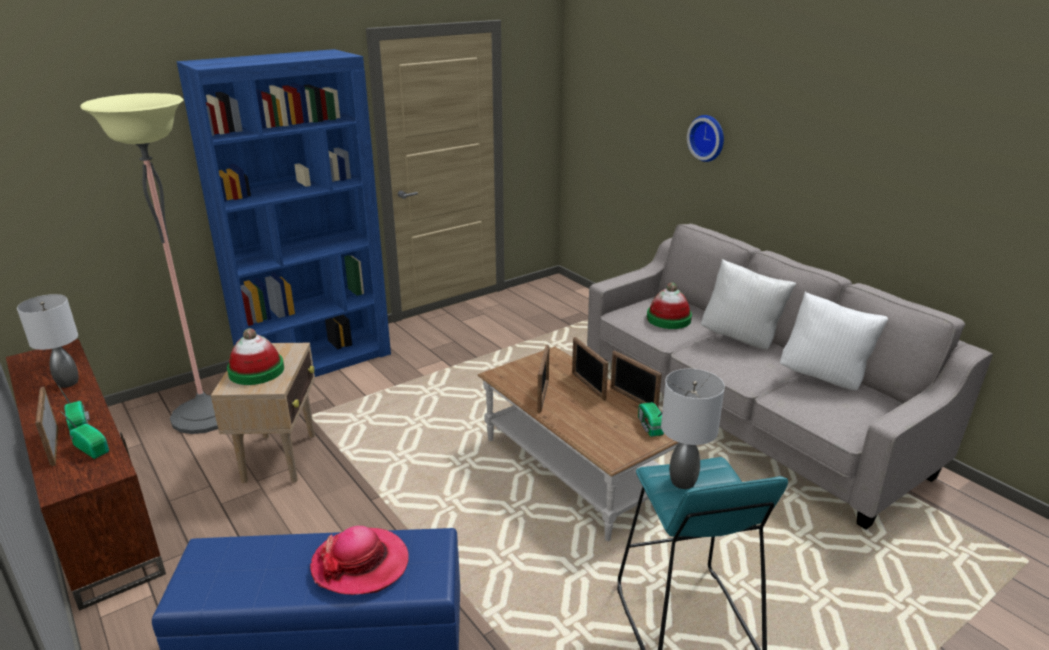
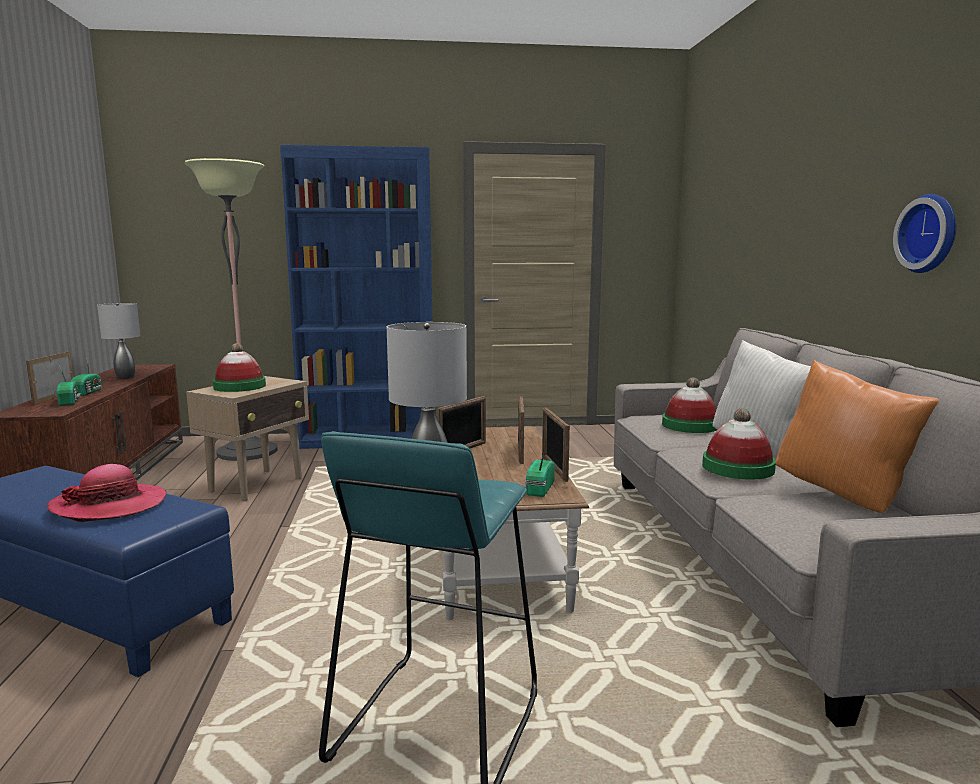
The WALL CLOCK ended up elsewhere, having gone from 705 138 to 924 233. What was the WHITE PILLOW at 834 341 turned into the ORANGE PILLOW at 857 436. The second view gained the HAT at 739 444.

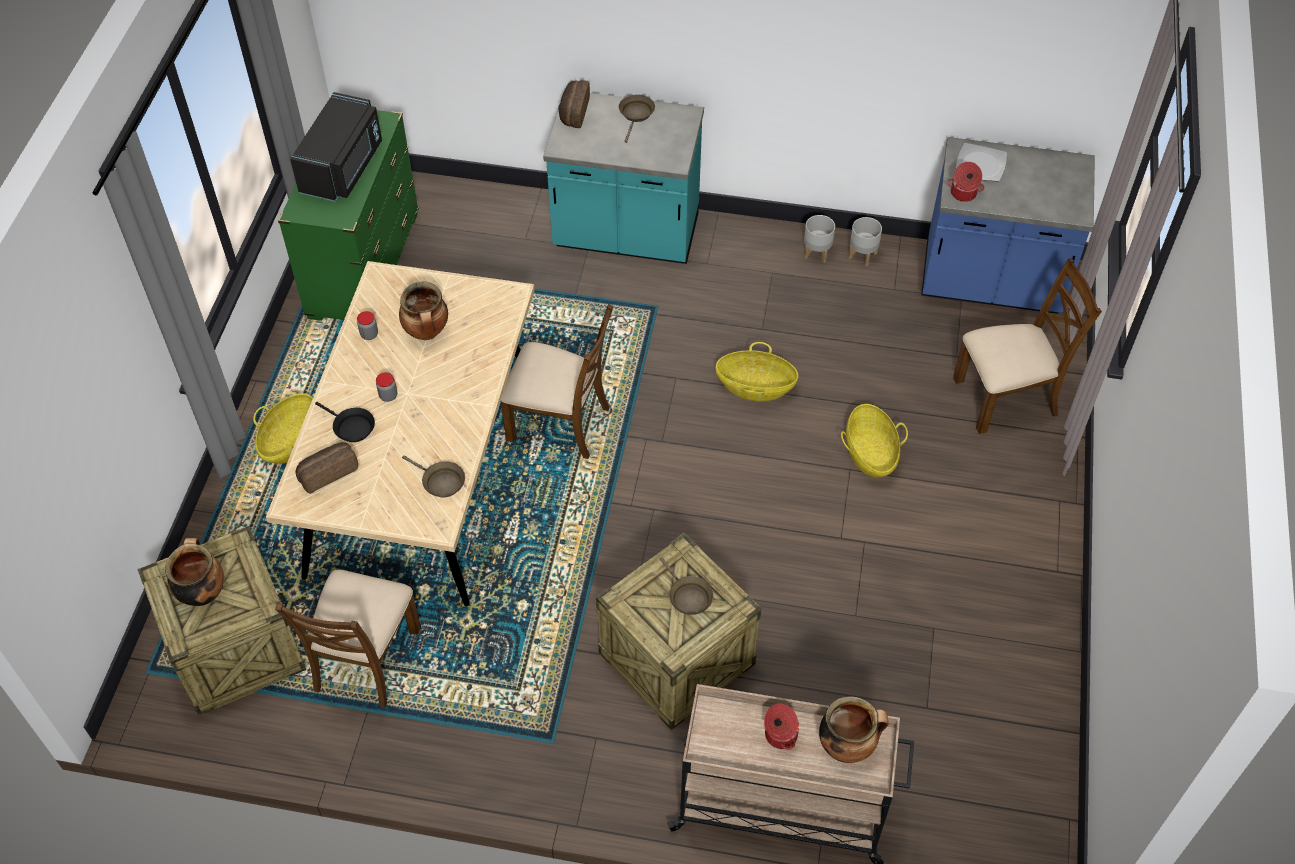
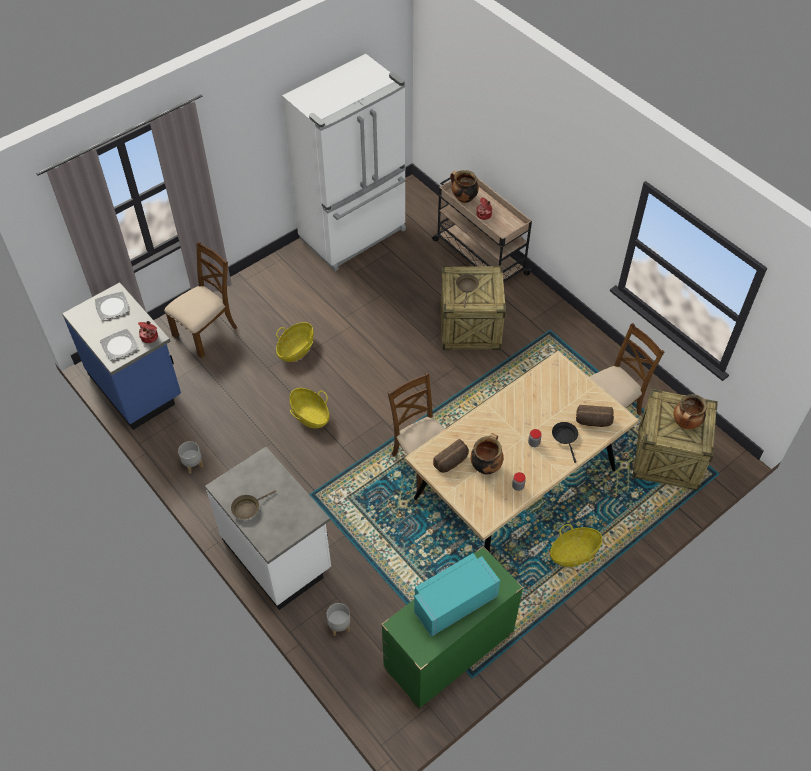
The BREAD ended up elsewhere, having gone from 574 104 to 451 456. What was the TURQUOISE COUNTER at 623 177 turned into the WHITE COUNTER at 268 528. What was the BLACK MICROWAVE at 336 147 turned into the TURQUOISE MICROWAVE at 457 595. The GREY PLANTER ended up elsewhere, having gone from 865 241 to 338 619. The BROWN CHAIR at 1027 346 ended up facing another way, 105 degrees clockwise from before. The second view lost the BROWN FRYING PAN at 433 476. The second view gained the WHITE FRIDGE at 344 162. The second view gained the PLATE at 112 305.

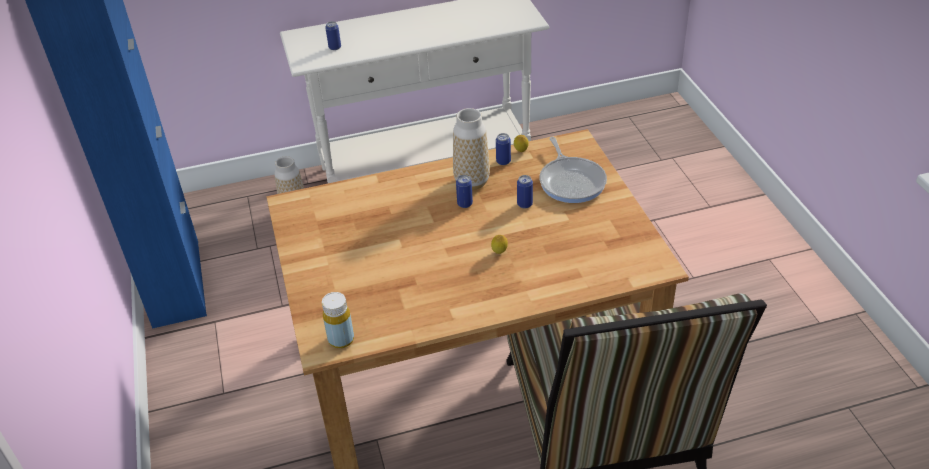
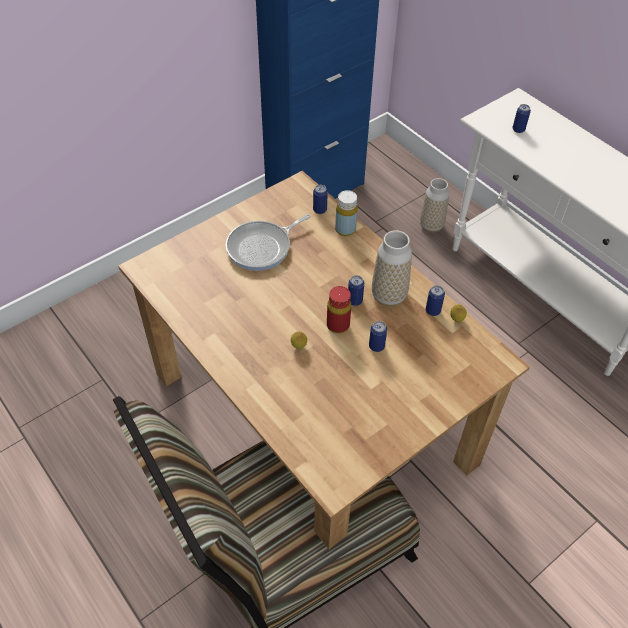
The FRYING PAN ended up elsewhere, having gone from 573 170 to 268 242. The YELLOW BOTTLE ended up elsewhere, having gone from 338 320 to 346 213. The second view gained the CAN at 320 199. The second view gained the RED BOTTLE at 339 310.

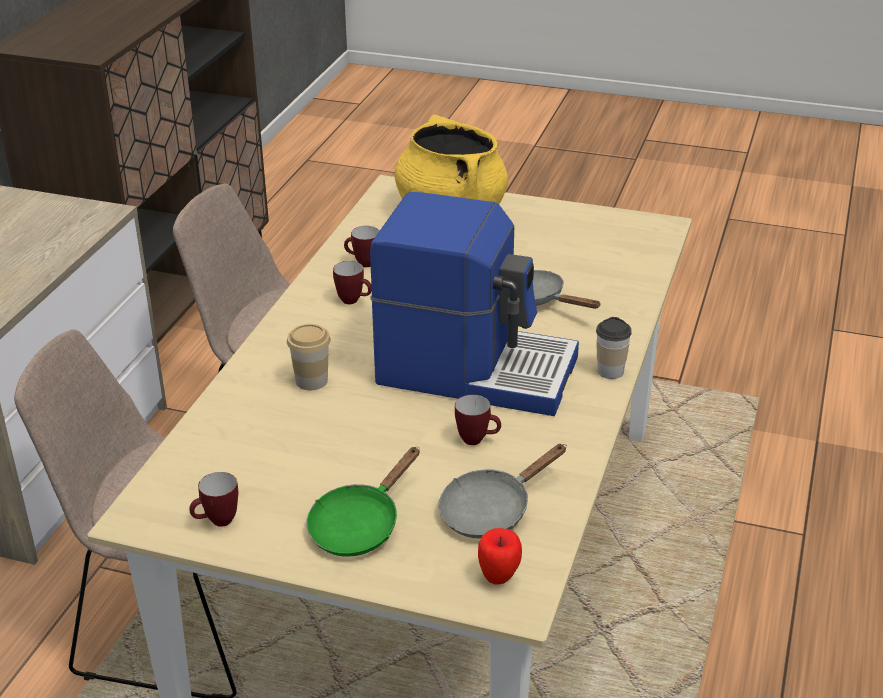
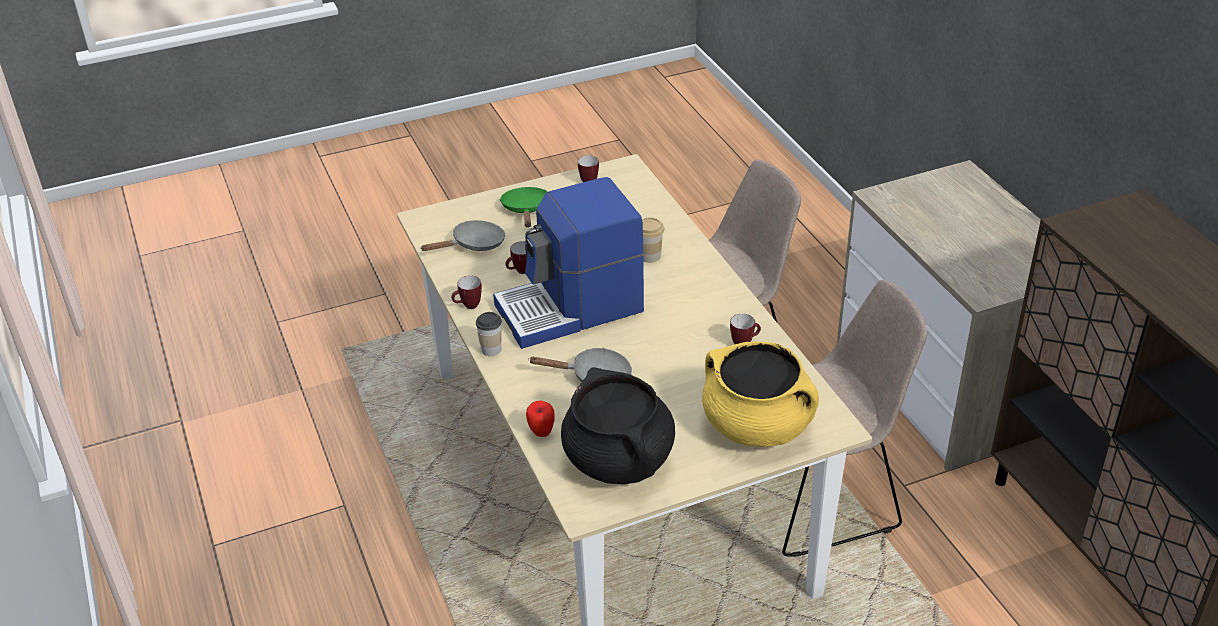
The MUG ended up elsewhere, having gone from 352 282 to 467 292. The GREY FRYING PAN at 503 491 ended up facing another way, 45 degrees clockwise from before. The APPLE ended up elsewhere, having gone from 500 556 to 540 419. The second view gained the BLACK COOKING POT at 618 425.

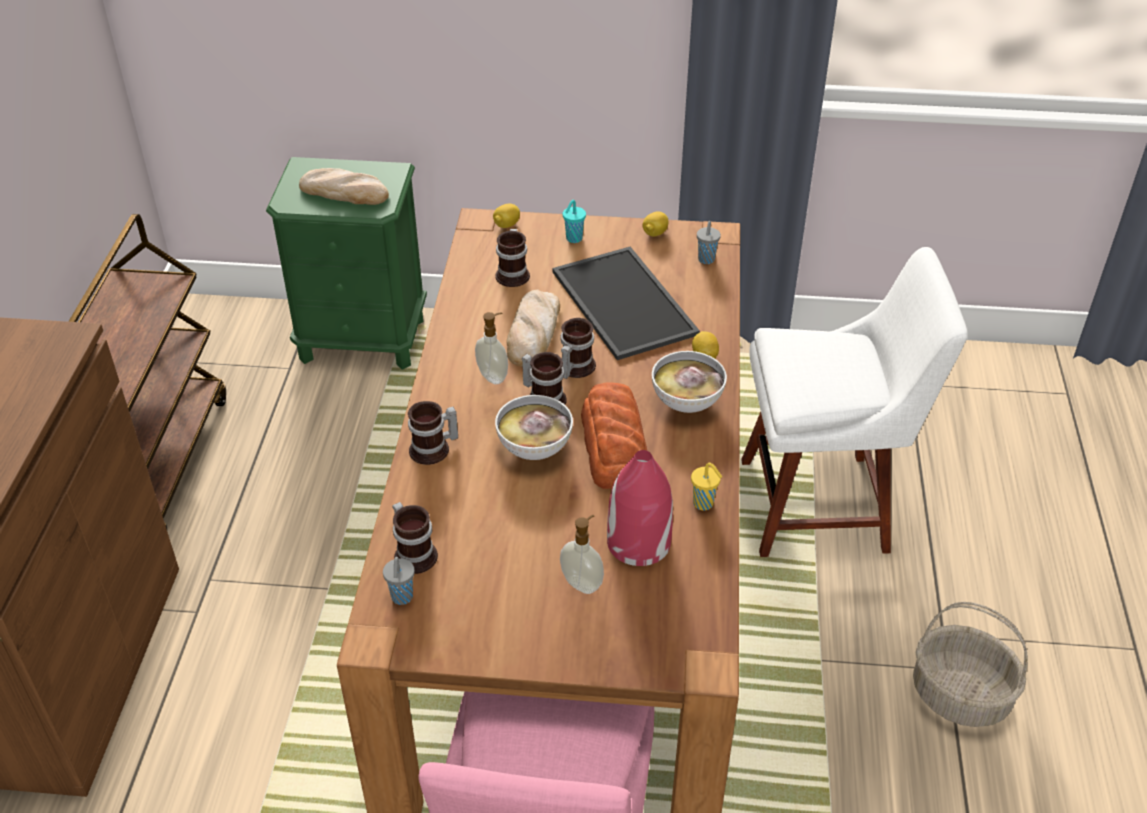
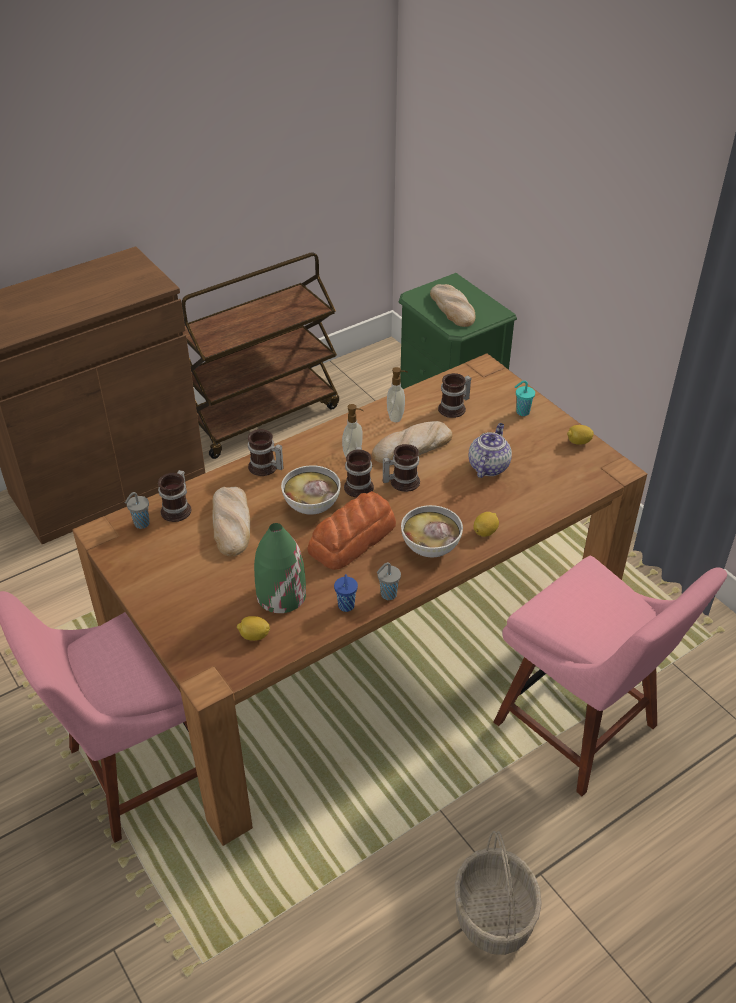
The LEMON ended up elsewhere, having gone from 506 216 to 253 628. The GREY CUP ended up elsewhere, having gone from 709 242 to 389 581. Where the TRAY stood at 626 303, the TEAPOT came to stand at 490 450. What was the WHITE CHAIR at 854 402 turned into the PINK CHAIR at 610 676. What was the RED VASE at 640 508 turned into the GREEN VASE at 280 568. What was the YELLOW CUP at 706 487 turned into the BLUE CUP at 346 593. The SOAP DISPENSER ended up elsewhere, having gone from 582 554 to 397 394. The second view gained the BREAD at 231 521.

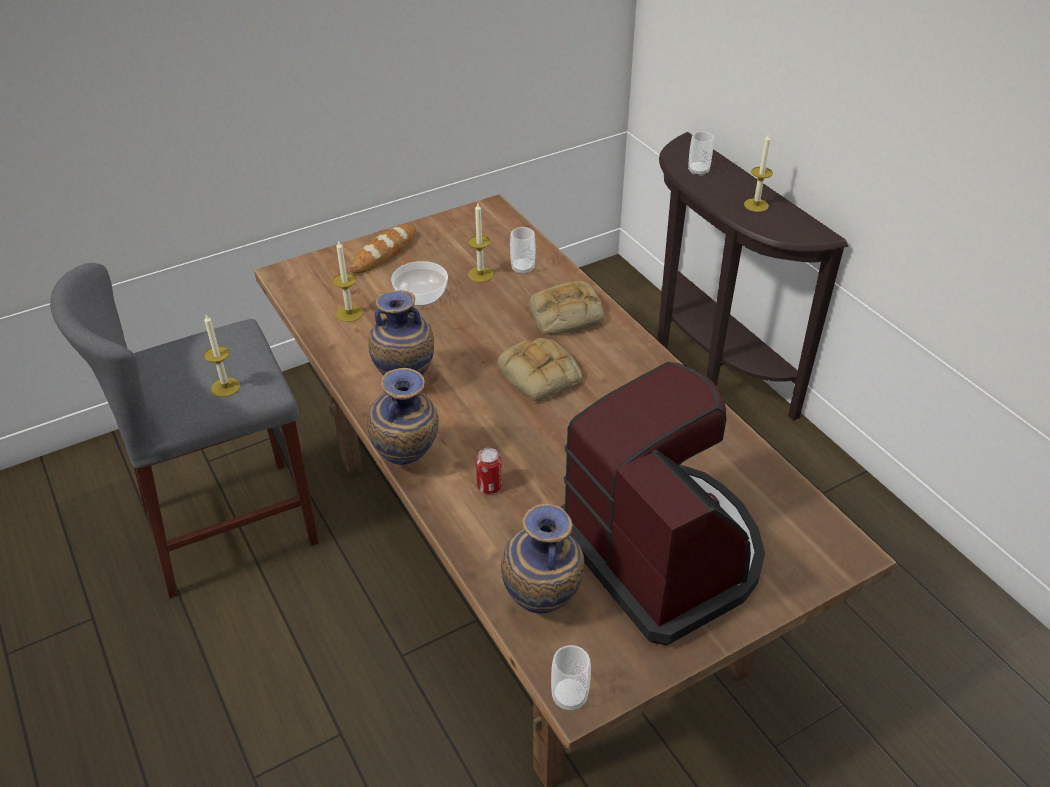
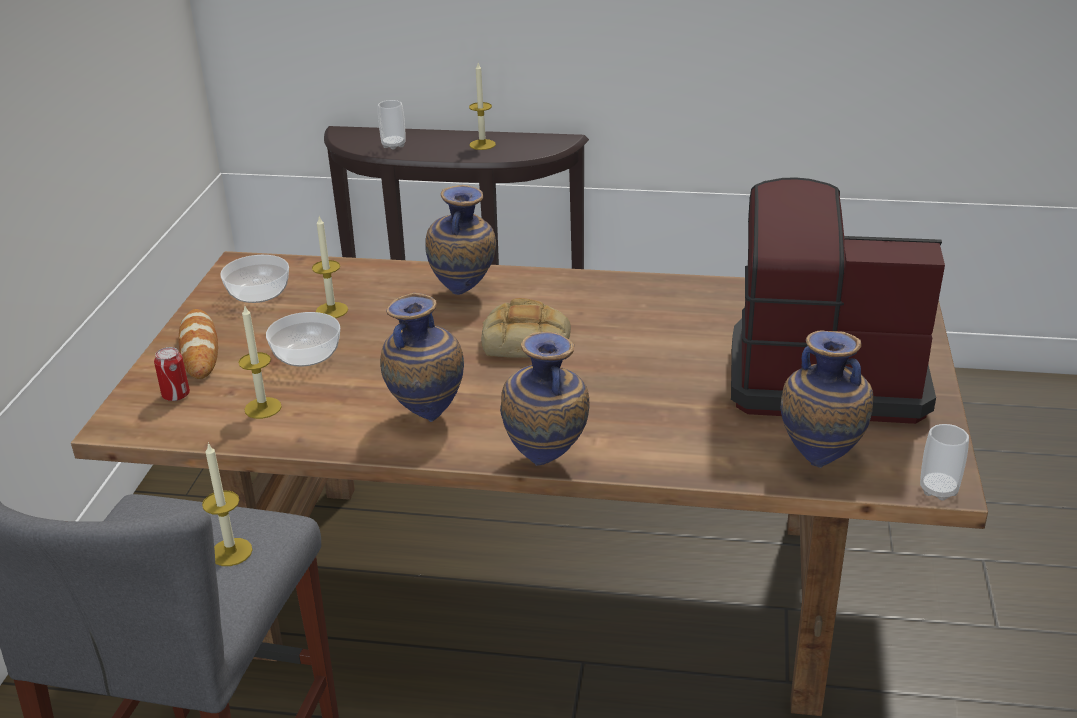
The second view lost the CUP at 522 250. Where the BREAD stood at 567 308, the VASE came to stand at 460 240. The CAN ended up elsewhere, having gone from 489 471 to 172 374. The second view gained the BOWL at 254 279.

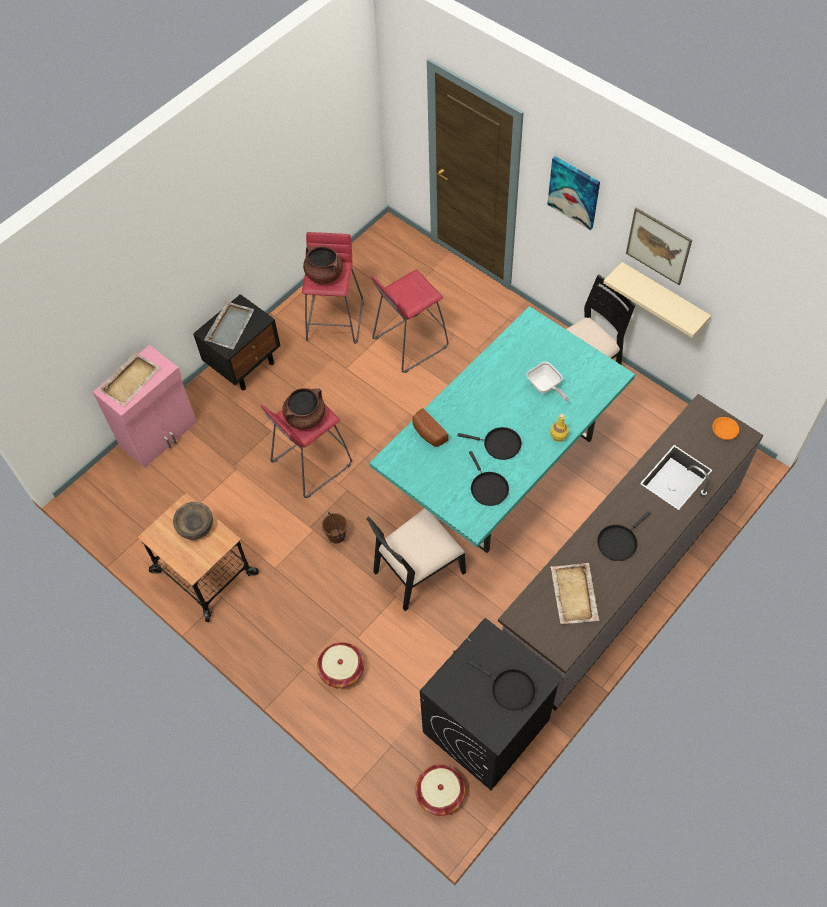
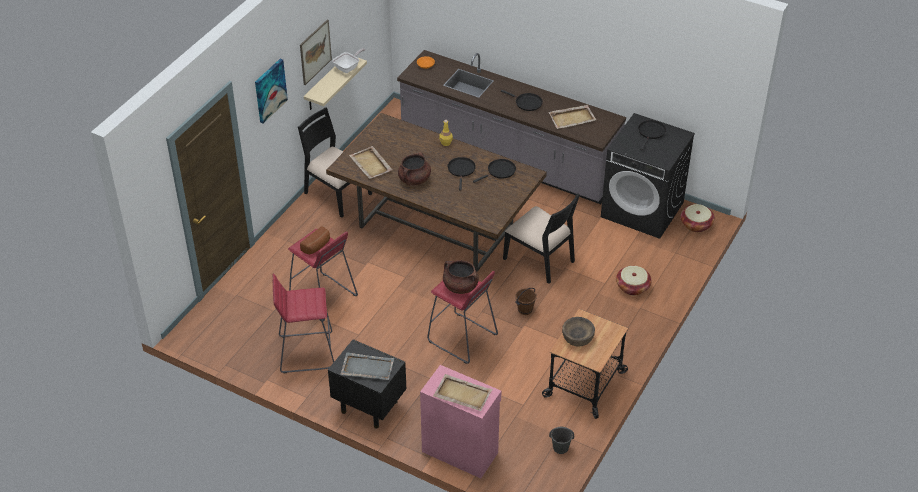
The BROWN COOKING POT ended up elsewhere, having gone from 323 265 to 414 168. What was the TURQUOISE DINING TABLE at 502 429 turned into the BROWN DINING TABLE at 436 192. The FRYING PAN ended up elsewhere, having gone from 547 382 to 349 60. The BREAD ended up elsewhere, having gone from 430 427 to 315 240. The second view gained the BEIGE TRAY at 371 162. The second view gained the GREY BUCKET at 561 440.

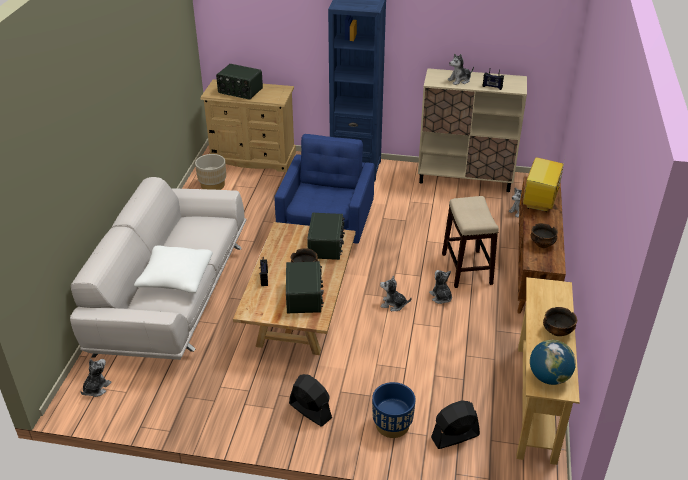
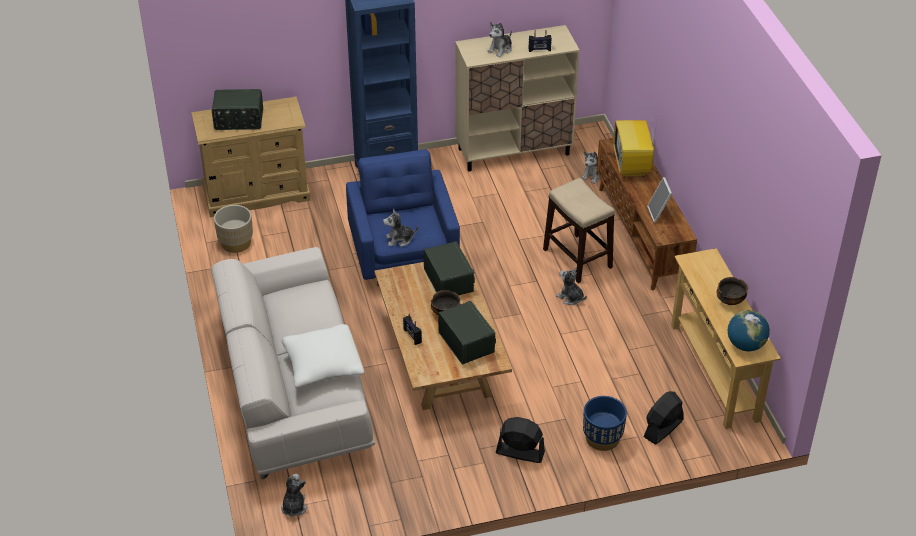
Where the BOWL stood at 544 235, the PICTURE FRAME came to stand at 660 200. The PLUSH TOY ended up elsewhere, having gone from 395 293 to 400 228.

